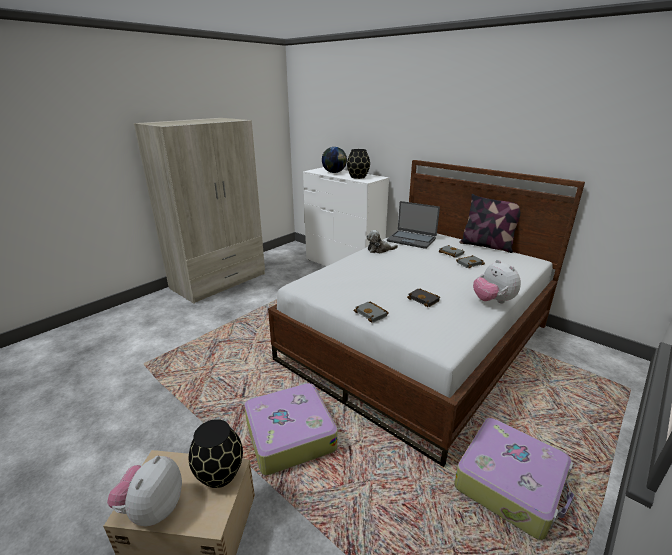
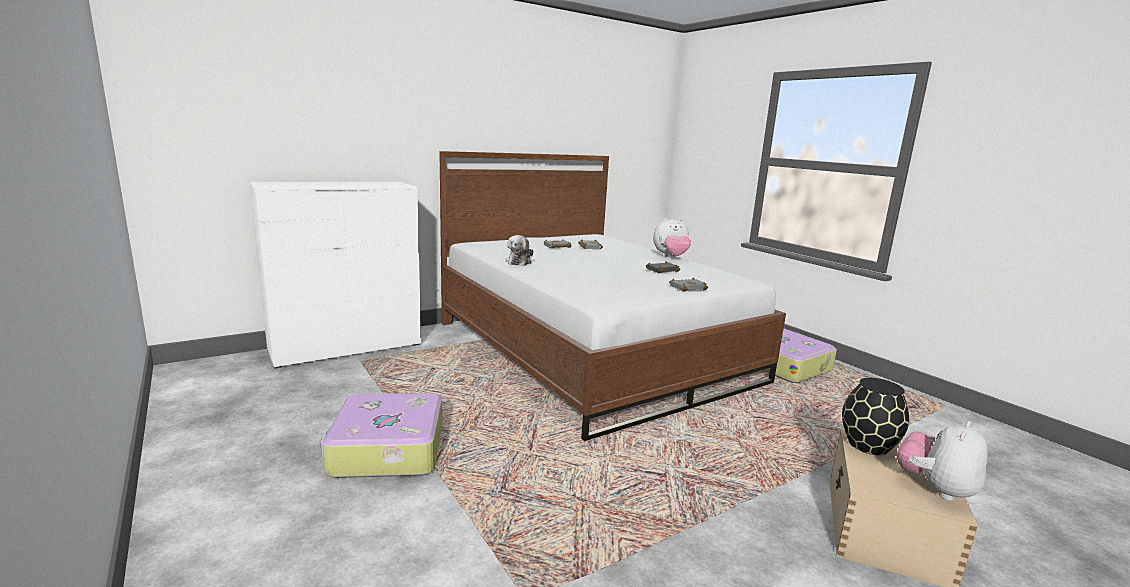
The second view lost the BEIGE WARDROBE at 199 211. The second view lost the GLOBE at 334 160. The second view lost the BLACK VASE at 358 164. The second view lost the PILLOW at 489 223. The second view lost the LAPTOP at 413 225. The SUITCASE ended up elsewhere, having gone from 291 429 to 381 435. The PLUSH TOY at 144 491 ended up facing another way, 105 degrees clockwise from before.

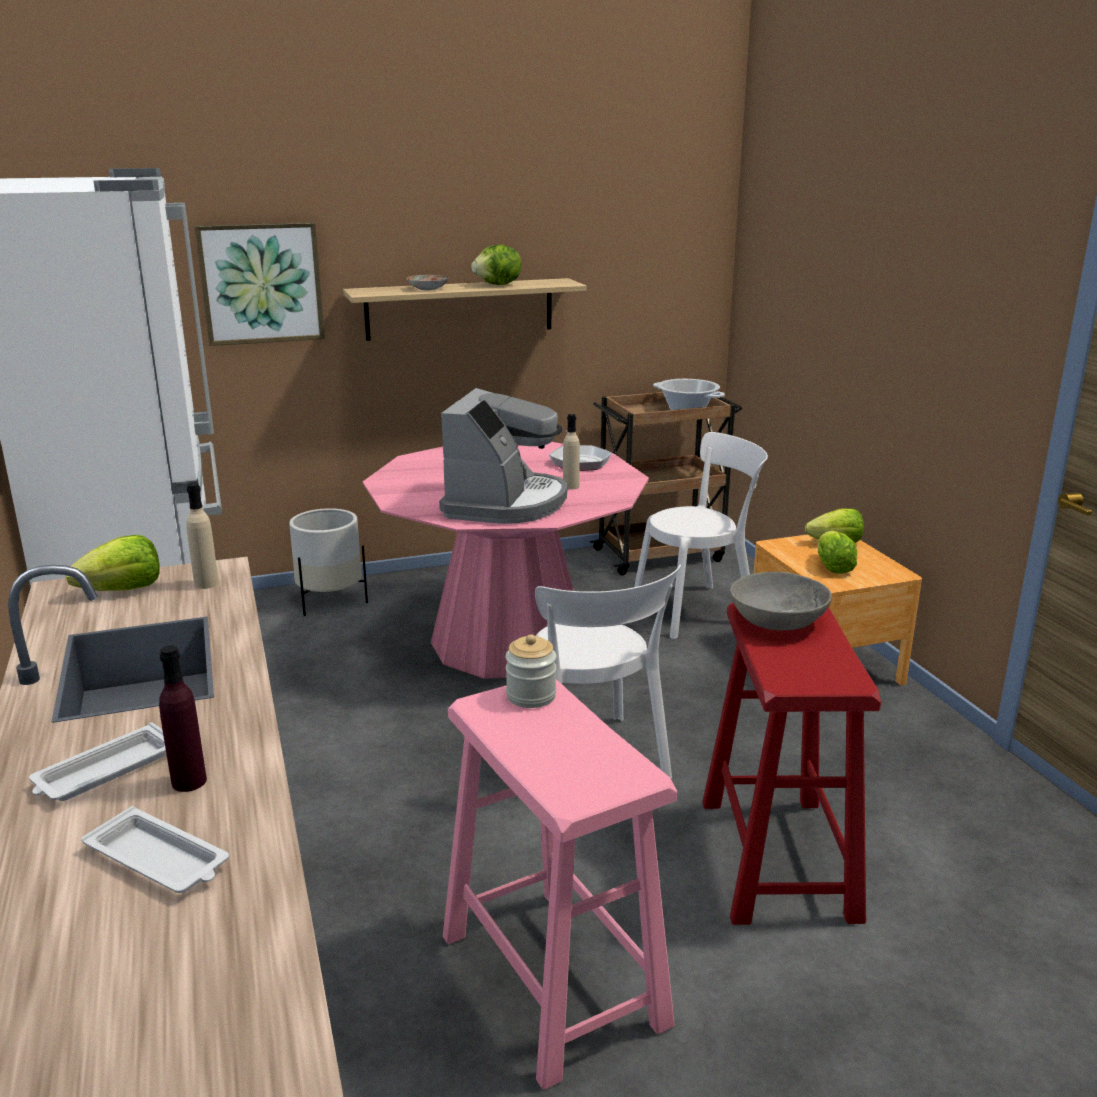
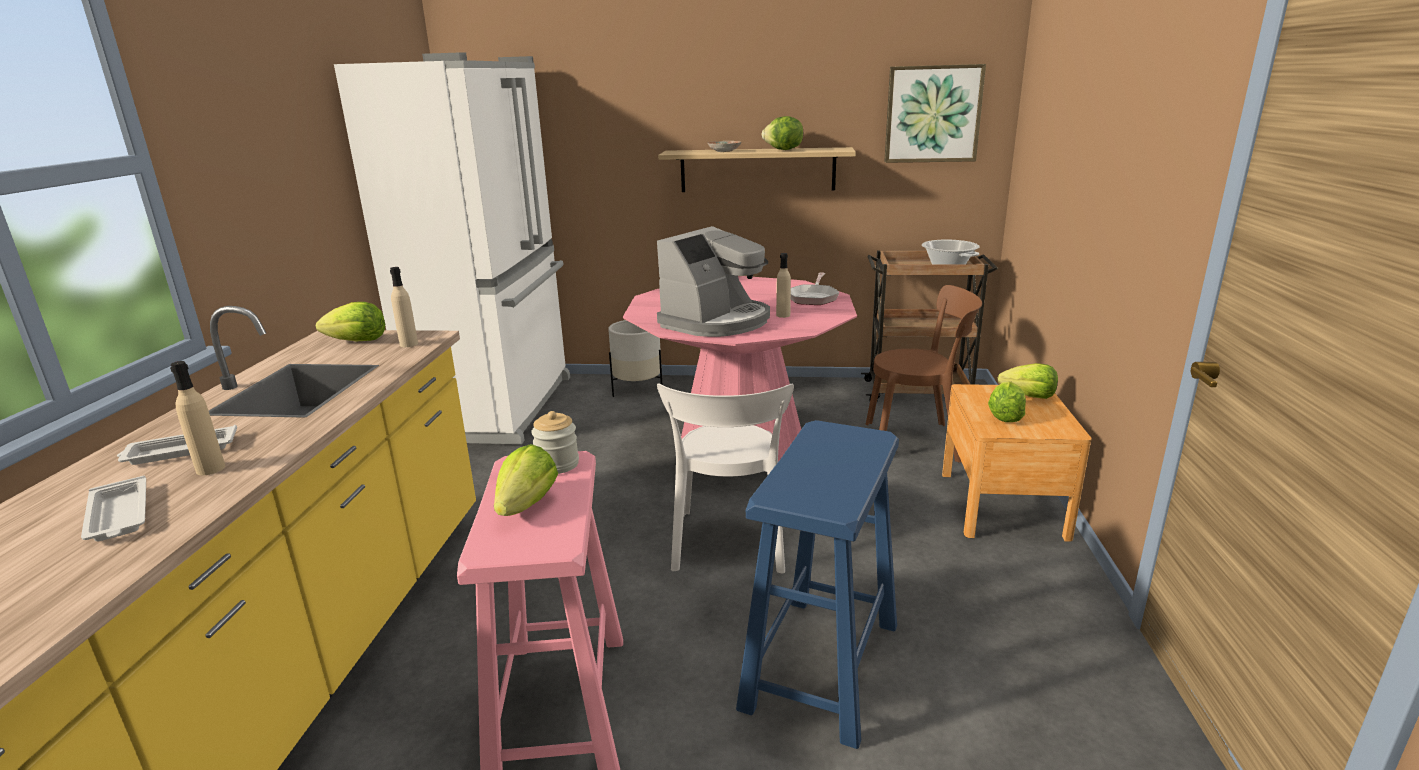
The PICTURE ended up elsewhere, having gone from 260 284 to 935 113. What was the WHITE CHAIR at 701 535 turned into the BROWN CHAIR at 924 374. The second view lost the GREY BOWL at 781 601. What was the RED STOOL at 791 764 turned into the BLUE STOOL at 817 584. What was the PURPLE BOTTLE at 183 718 turned into the BEIGE BOTTLE at 197 418. The second view gained the LETTUCE at 526 480.

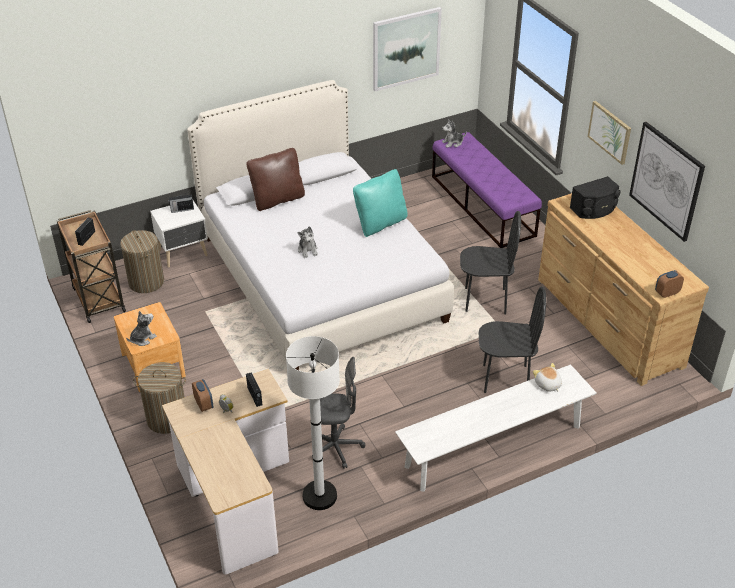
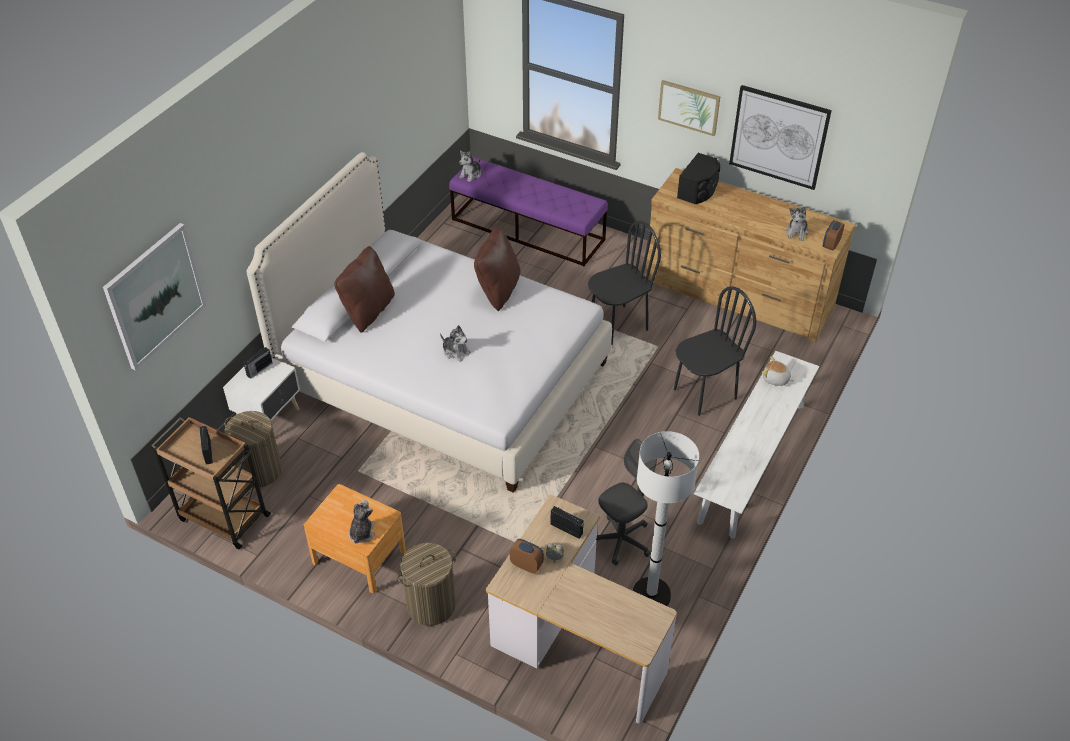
The PICTURE ended up elsewhere, having gone from 407 49 to 154 296. What was the TURQUOISE PILLOW at 380 203 turned into the BROWN PILLOW at 497 268. The second view gained the PLUSH TOY at 797 223.

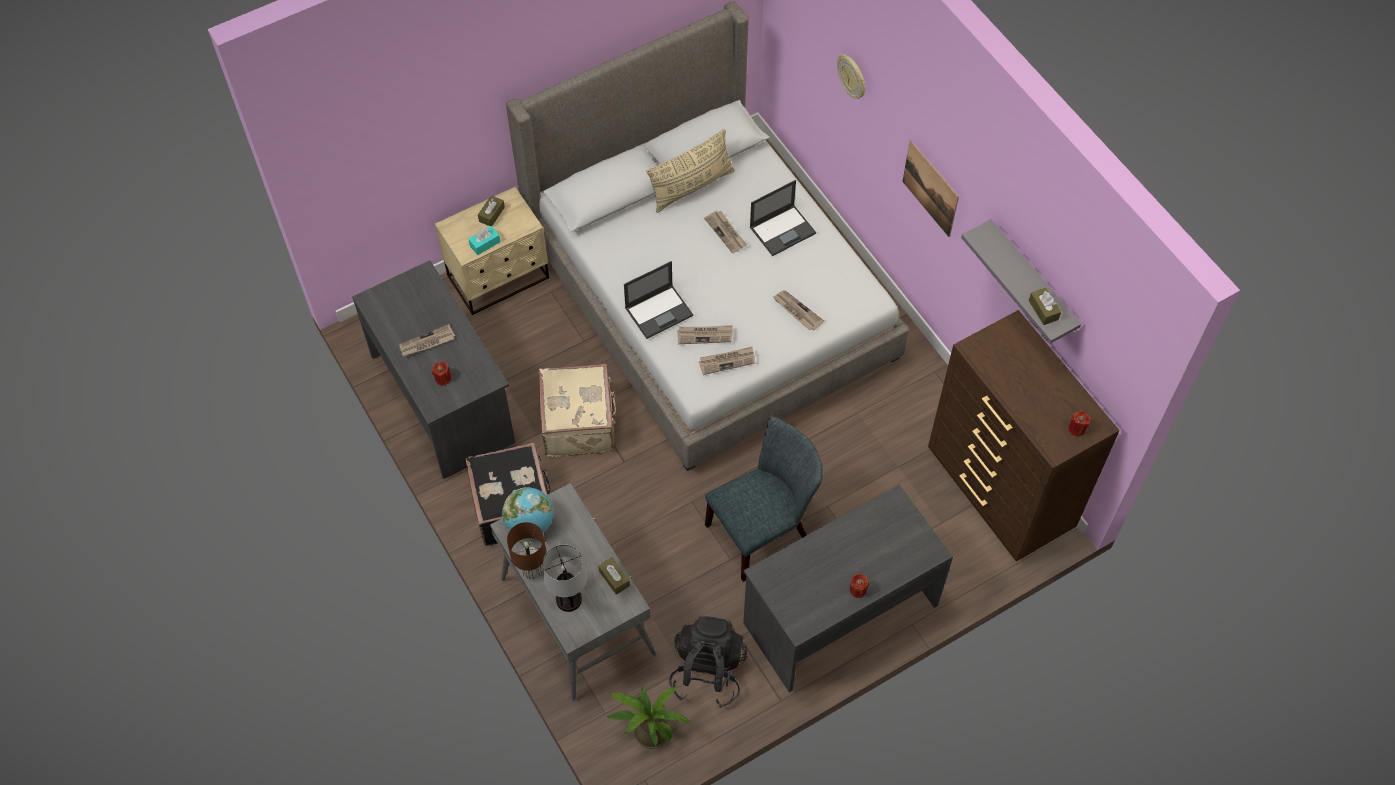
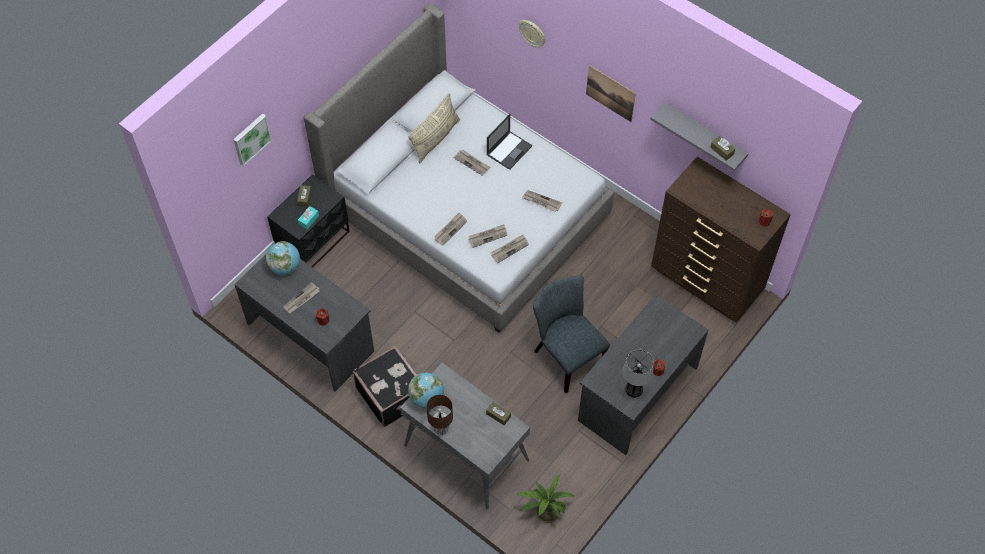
What was the BEIGE NIGHTSTAND at 492 251 turned into the BLACK NIGHTSTAND at 308 221. Where the LAPTOP stood at 658 300, the NEWSPAPER came to stand at 450 229. The second view lost the BEIGE SUITCASE at 578 410. The GREY CHAIR at 764 499 ended up facing another way, 75 degrees counterclockwise from before. The TABLE LAMP ended up elsewhere, having gone from 565 578 to 638 373. The second view lost the BLACK BACKPACK at 708 662. The second view gained the PICTURE at 252 139. The second view gained the GLOBE at 283 258.

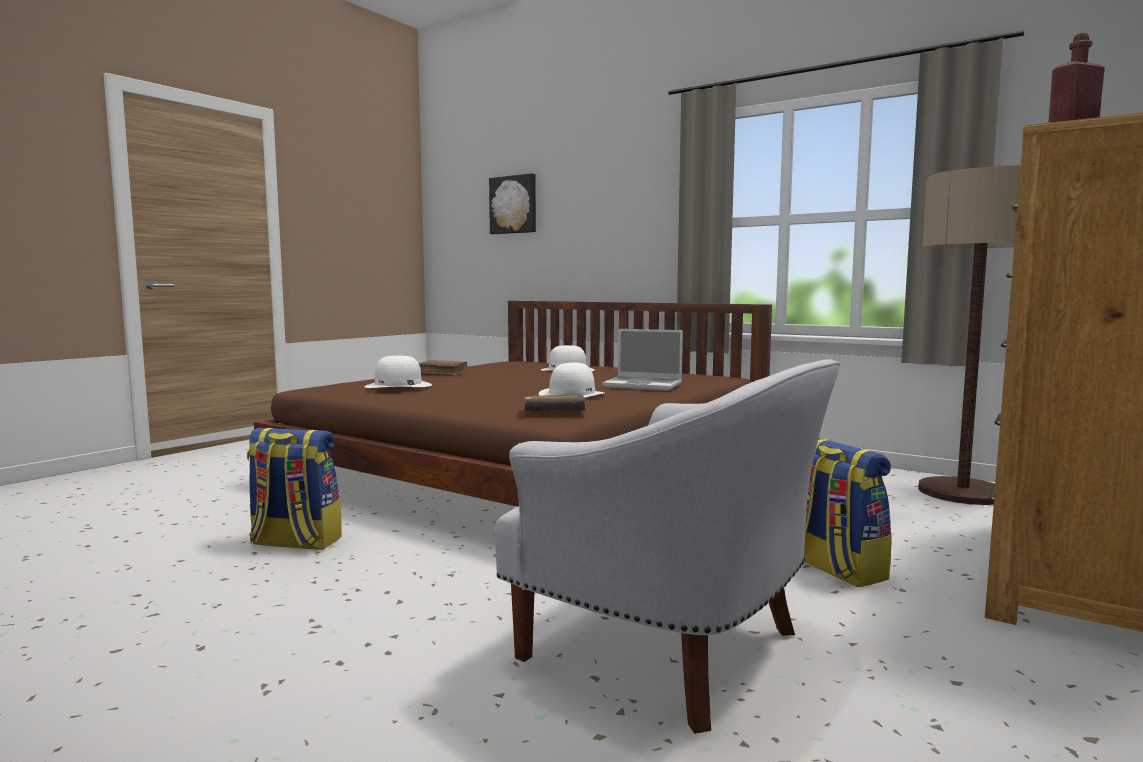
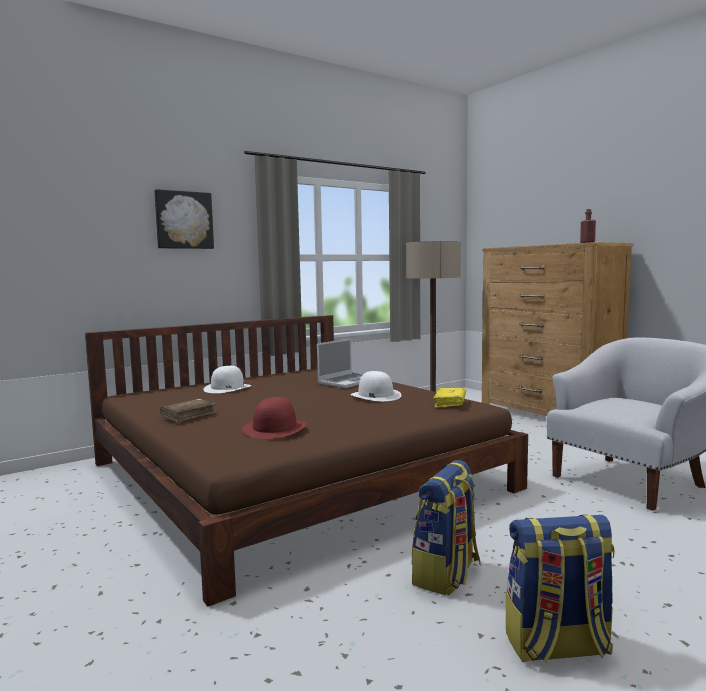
The PICTURE ended up elsewhere, having gone from 512 203 to 184 219. What was the WHITE HAT at 398 372 turned into the RED HAT at 274 418. What was the BROWN BOOK at 554 402 turned into the YELLOW BOOK at 449 398. The BACKPACK ended up elsewhere, having gone from 848 512 to 560 589.

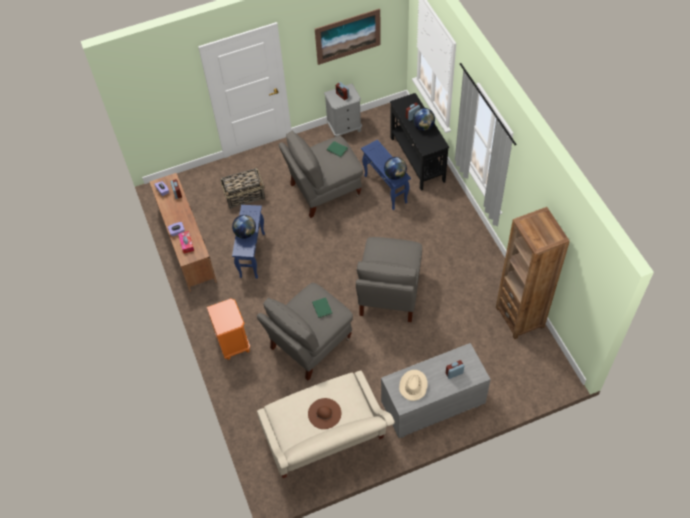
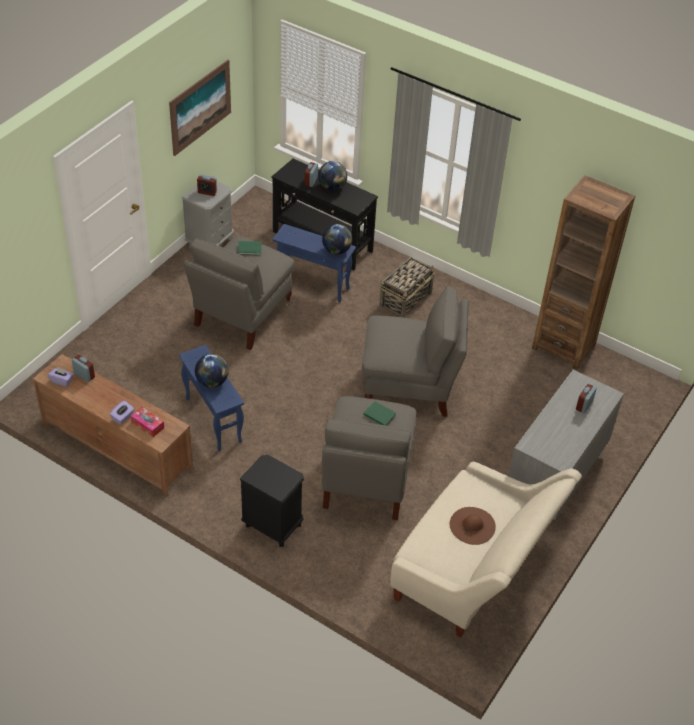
The BASKET ended up elsewhere, having gone from 242 188 to 407 287. The GREY ARMCHAIR at 389 279 ended up facing another way, 60 degrees counterclockwise from before. What was the ORANGE NIGHTSTAND at 228 329 turned into the BLACK NIGHTSTAND at 271 501. The second view lost the BEIGE HAT at 413 385.

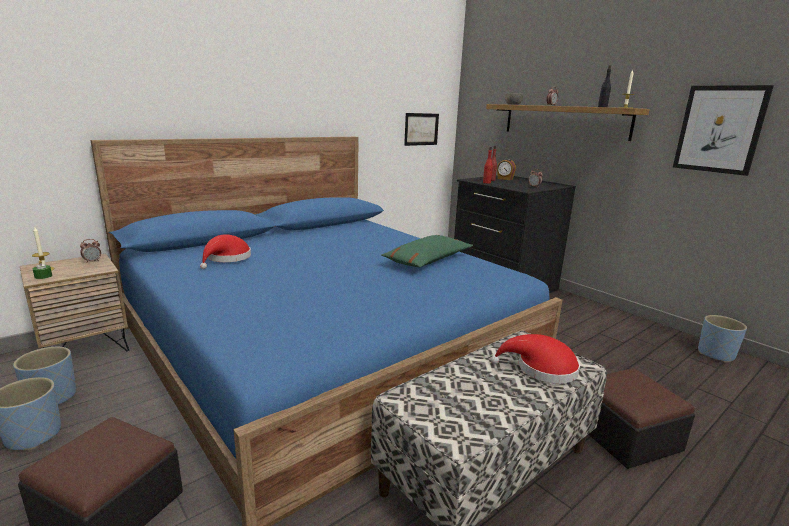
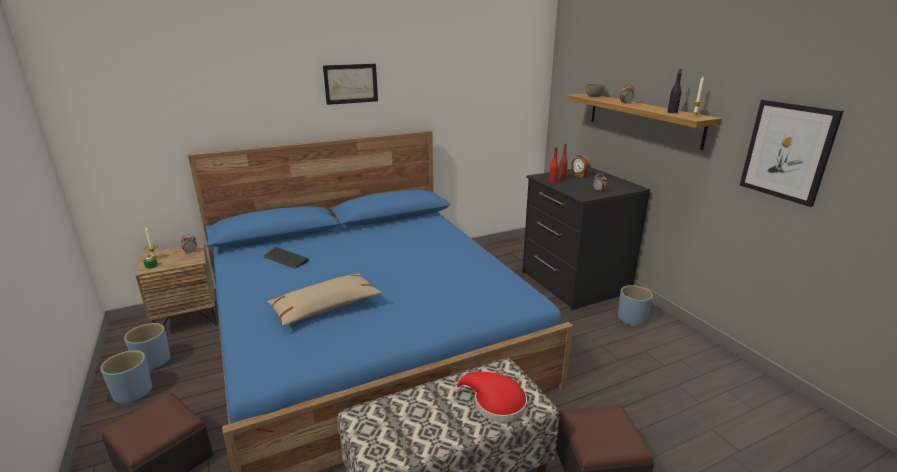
The PICTURE ended up elsewhere, having gone from 421 129 to 350 84. Where the RED HAT stood at 225 251, the KEYBOARD came to stand at 286 258. The second view lost the GREEN PILLOW at 427 251. The BLUE PLANTER ended up elsewhere, having gone from 722 339 to 635 305. The second view gained the BEIGE PILLOW at 324 299.

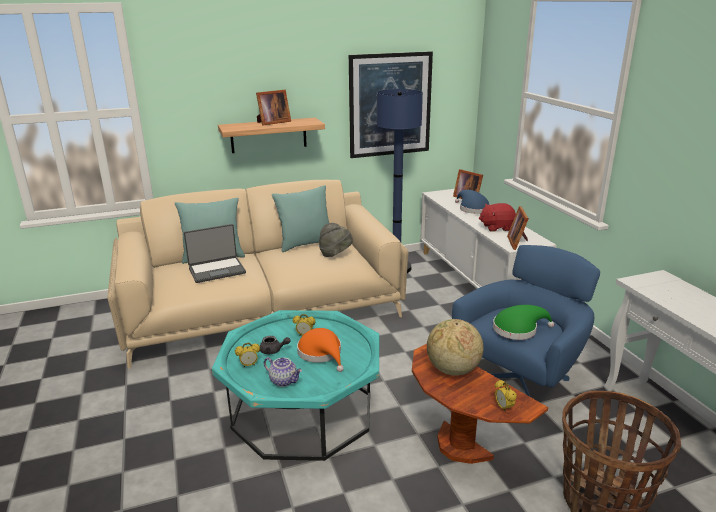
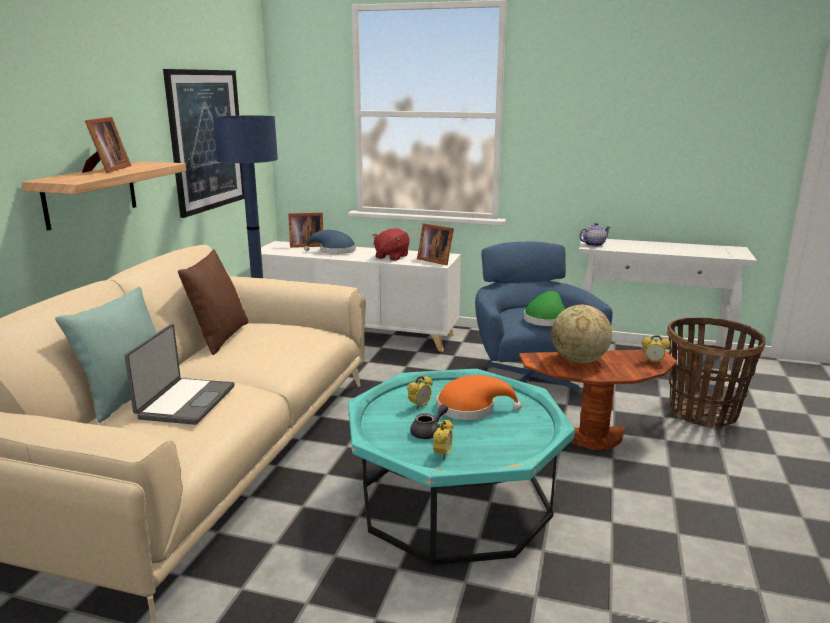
What was the TURQUOISE PILLOW at 300 218 turned into the BROWN PILLOW at 213 302. The second view lost the GREY HAT at 336 240. The TEAPOT ended up elsewhere, having gone from 283 372 to 595 234.

